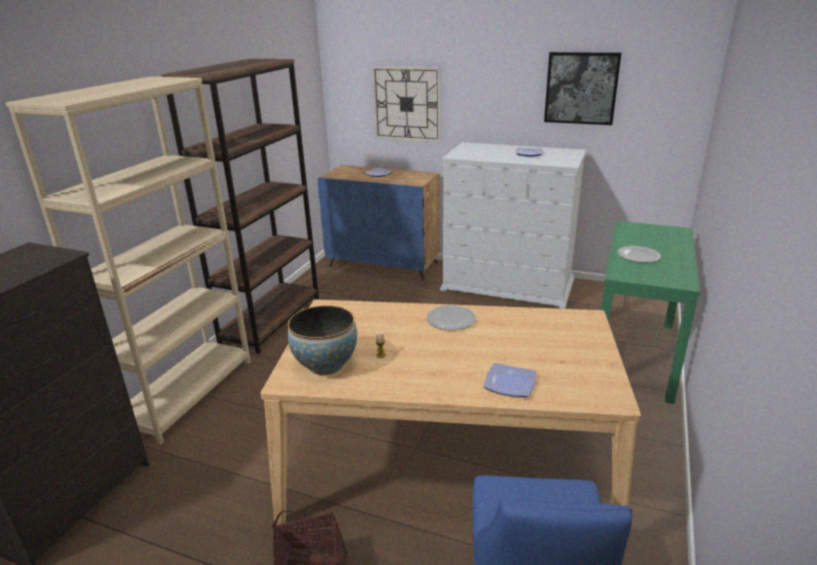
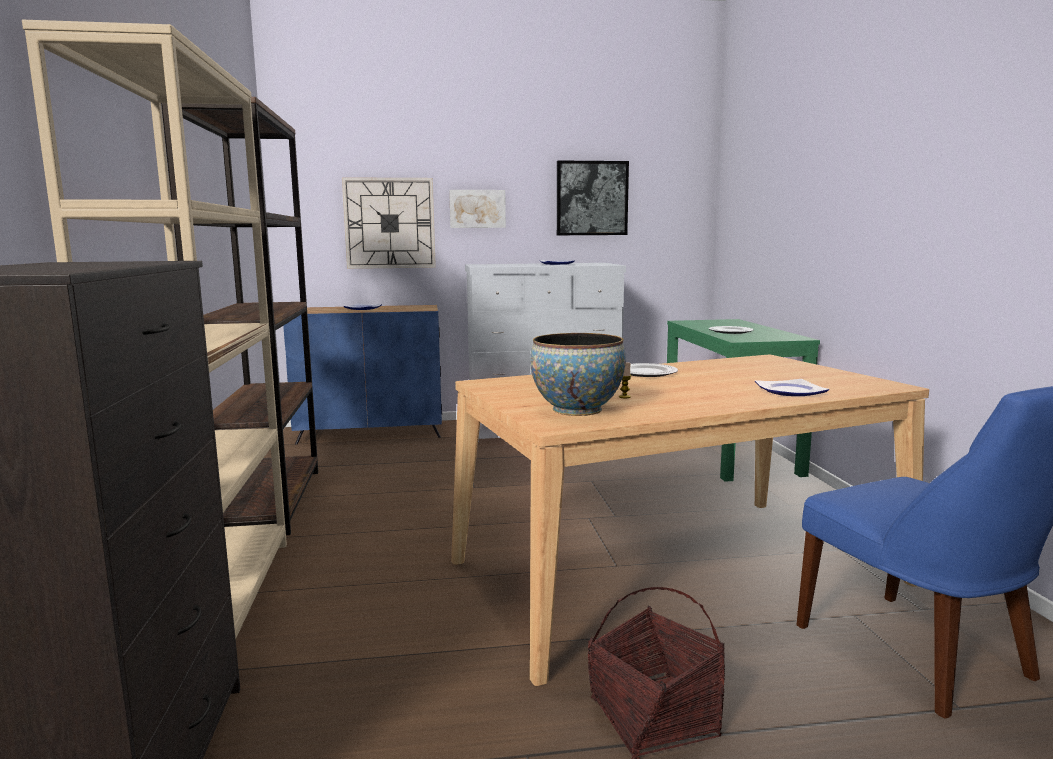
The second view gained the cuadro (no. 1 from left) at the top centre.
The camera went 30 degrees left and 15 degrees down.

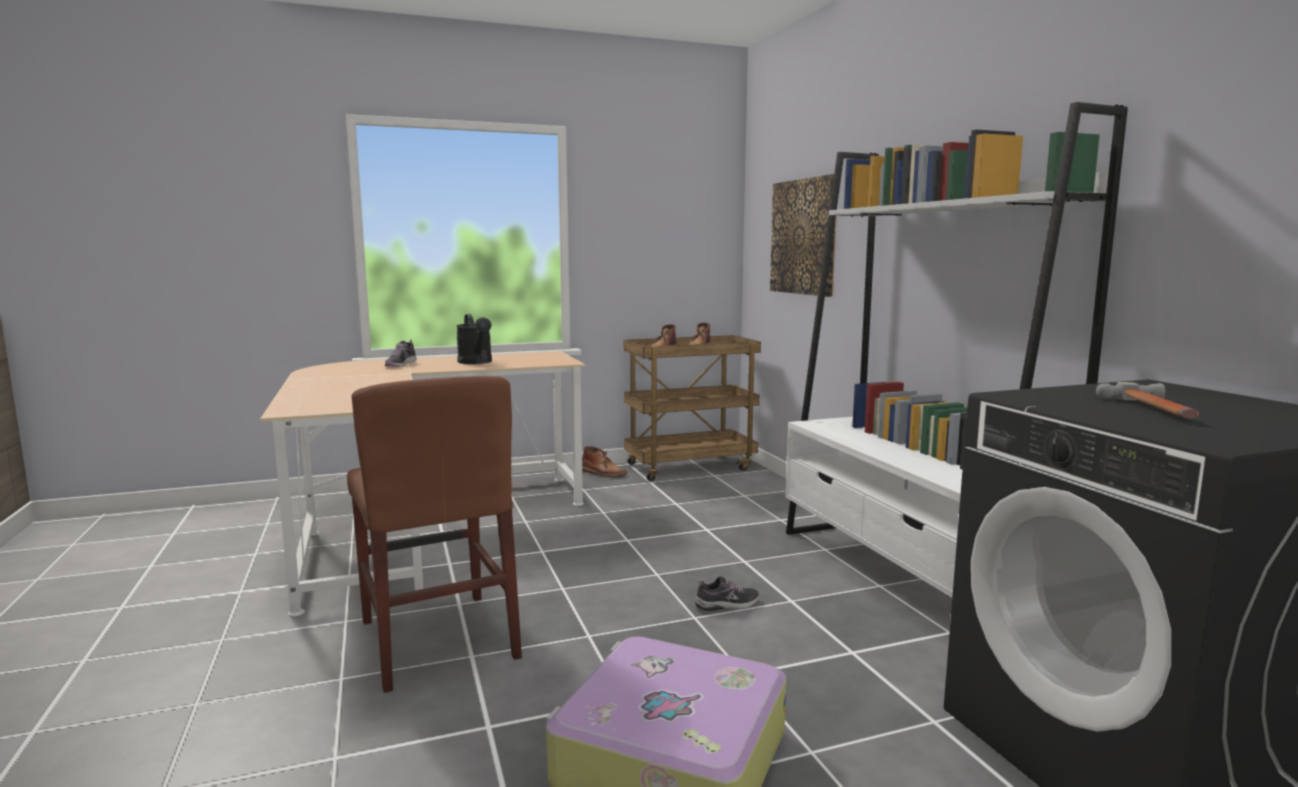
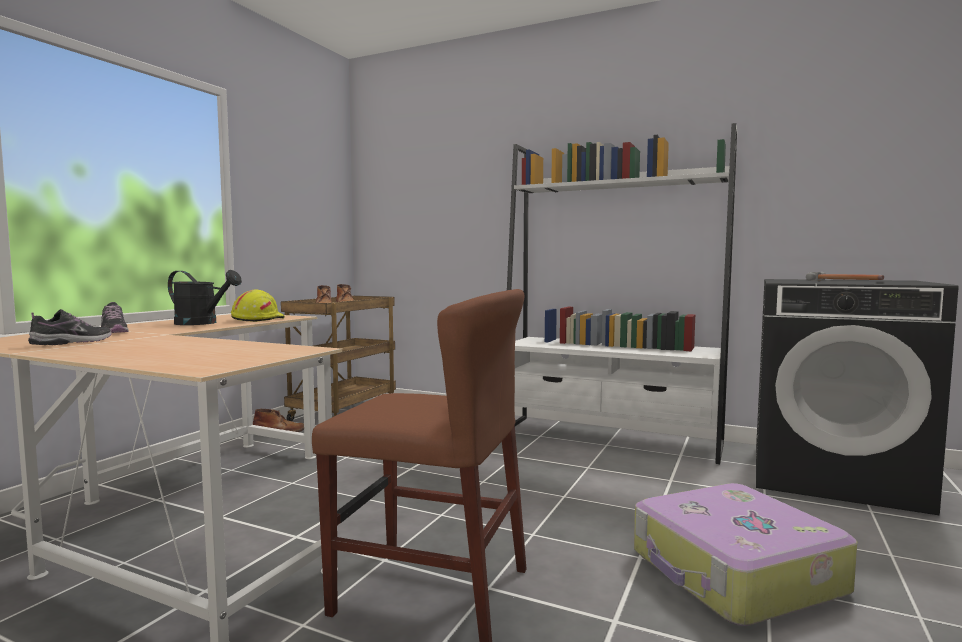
The zapato (no. 2 from left in the first image) ended up elsewhere, having gone from the bottom centre to the middle left.
The second view lost the cuadro at the top centre.
The second view gained the casco (amarillo) at the middle left.
The camera went 45 degrees left and 5 degrees down.

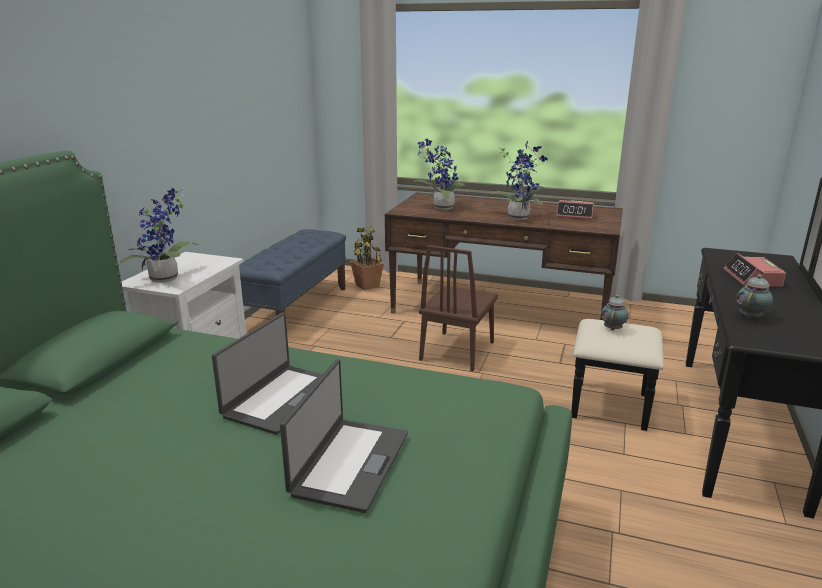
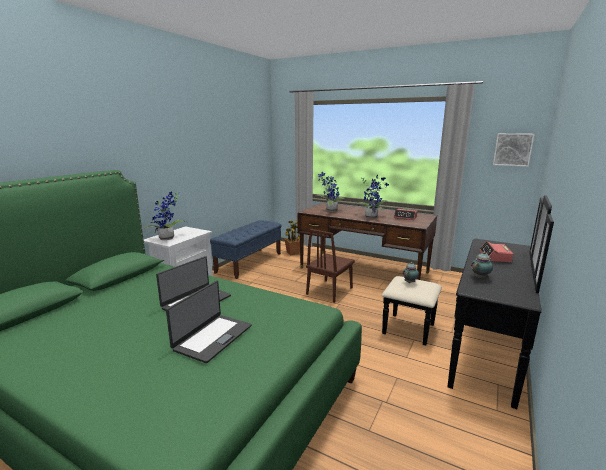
The second view gained the cuadro at the top right.
The camera went 10 degrees right and 5 degrees down.

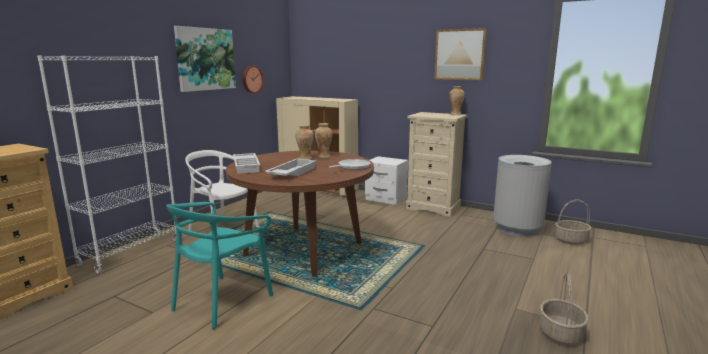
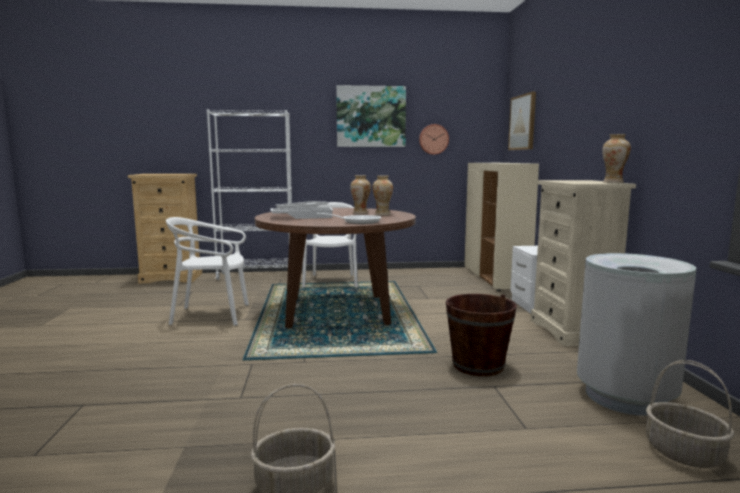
What was the silla (turquesa) at the bottom left turned into the silla (blanco) (no. 1 from left) at the middle left.
The cuadro (no. 2 from left) ended up elsewhere, having gone from the top centre to the top right.
The second view gained the cubo (marrón) at the bottom centre.
The camera went 55 degrees right and 5 degrees down.

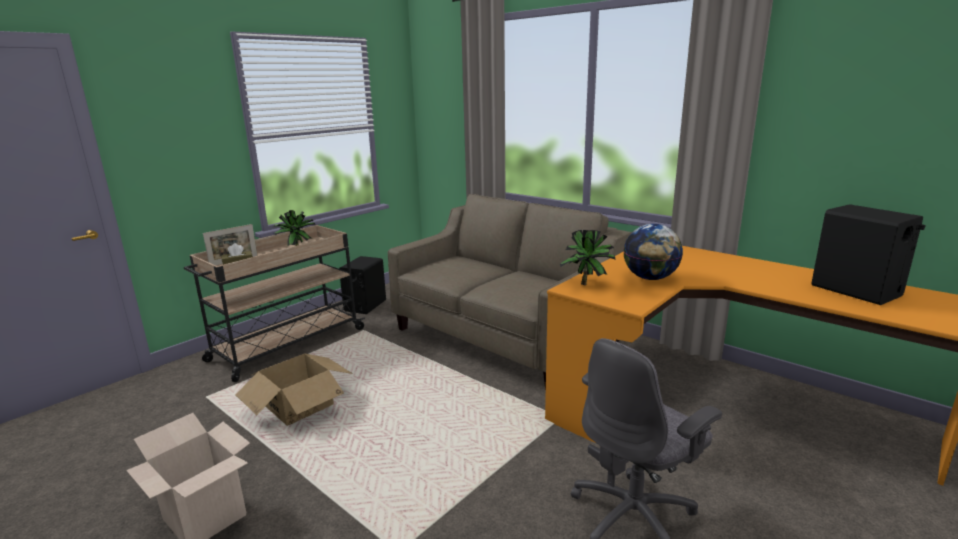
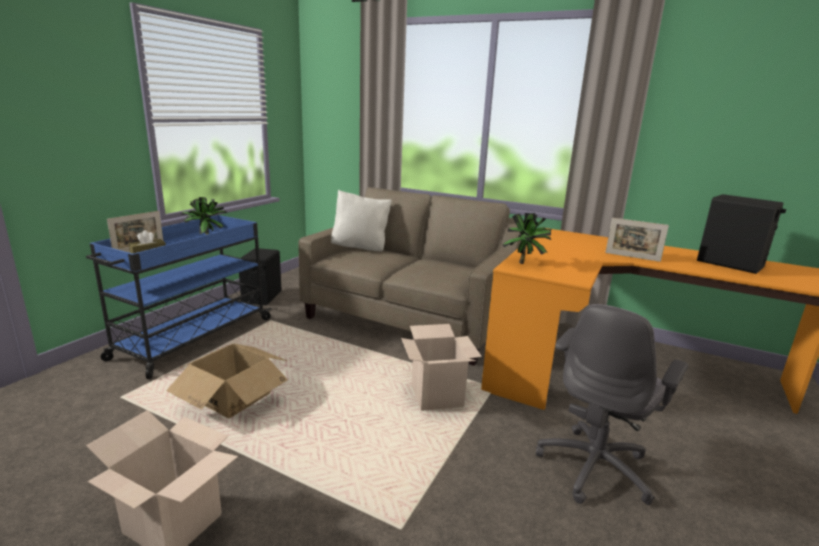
What was the carrito (beis) at the middle left turned into the carrito (azul) at the middle left.
The second view lost the globo terráqueo at the middle right.
The second view gained the cojín (blanco) at the centre.
The second view gained the caja de cartón (no. 3 from left) at the bottom centre.
The second view gained the portarretratos (no. 2 from left) at the middle right.
The camera went 15 degrees left and 0 degrees up.

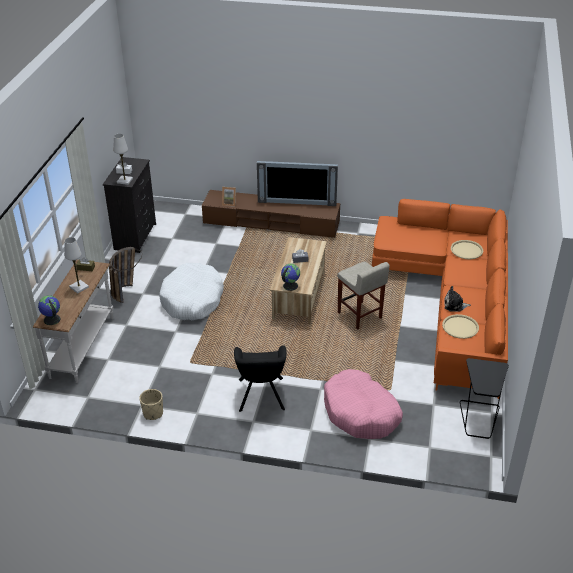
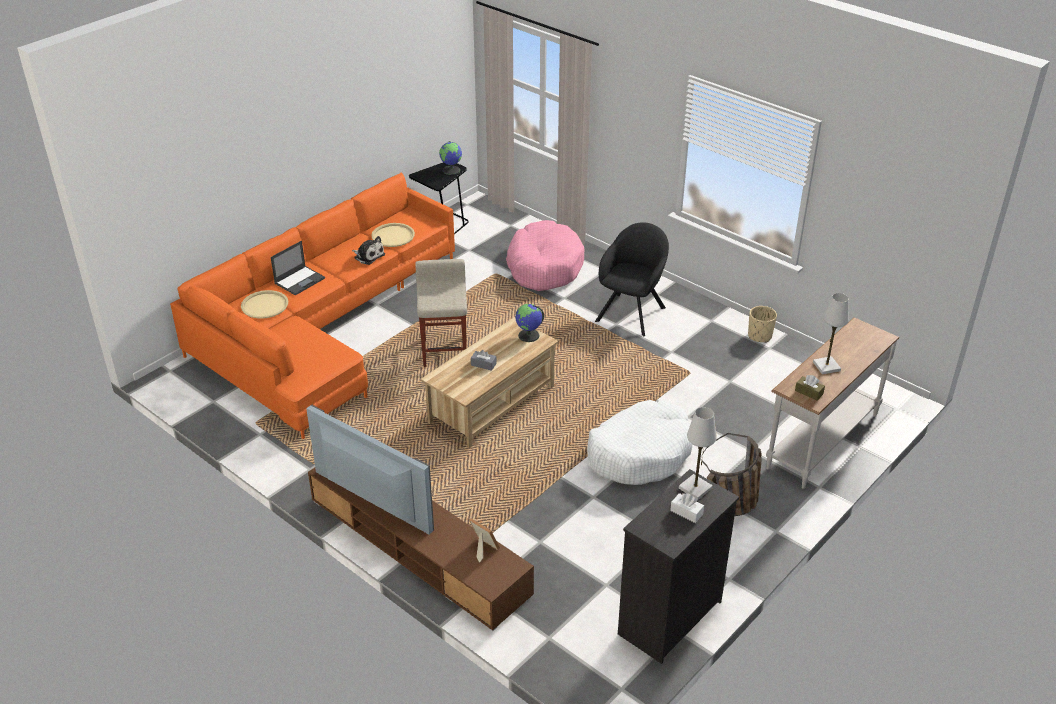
The globo terráqueo (no. 1 from left) ended up elsewhere, having gone from the middle left to the top centre.
The second view gained the portátil at the middle left.
The camera went 150 degrees left and 0 degrees up.

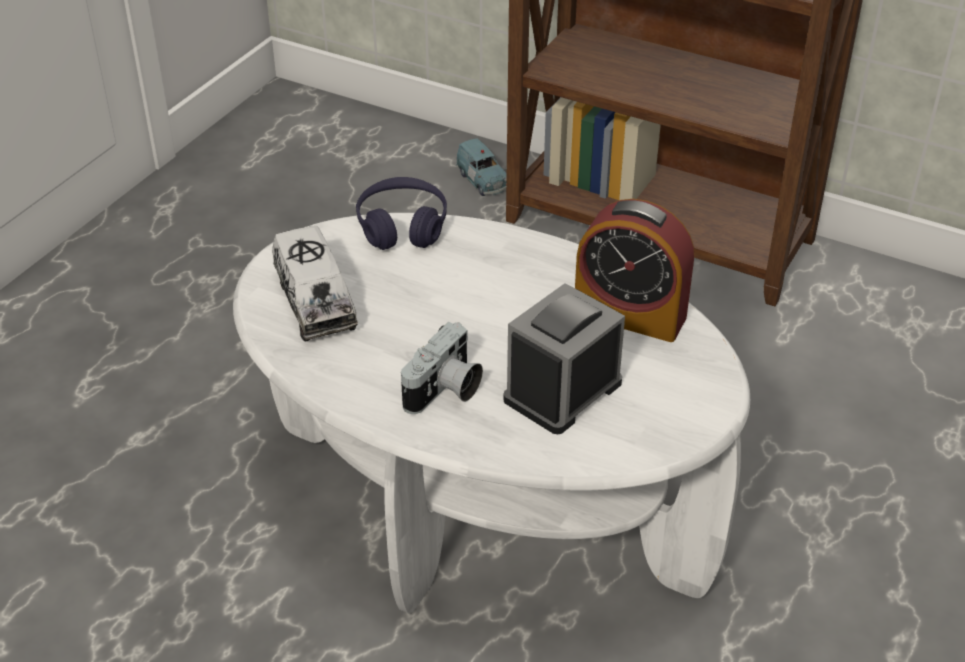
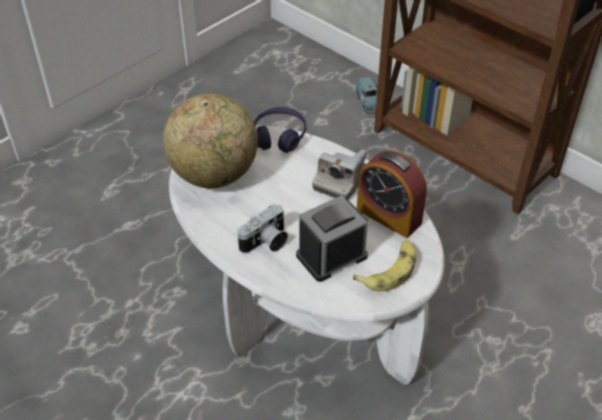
Where the camión de juguete stood at the middle left, the globo terráqueo came to stand at the centre.
The second view gained the cámara (no. 2 from left) at the centre.
The second view gained the plátano at the centre.
The camera went 15 degrees right and 5 degrees up.

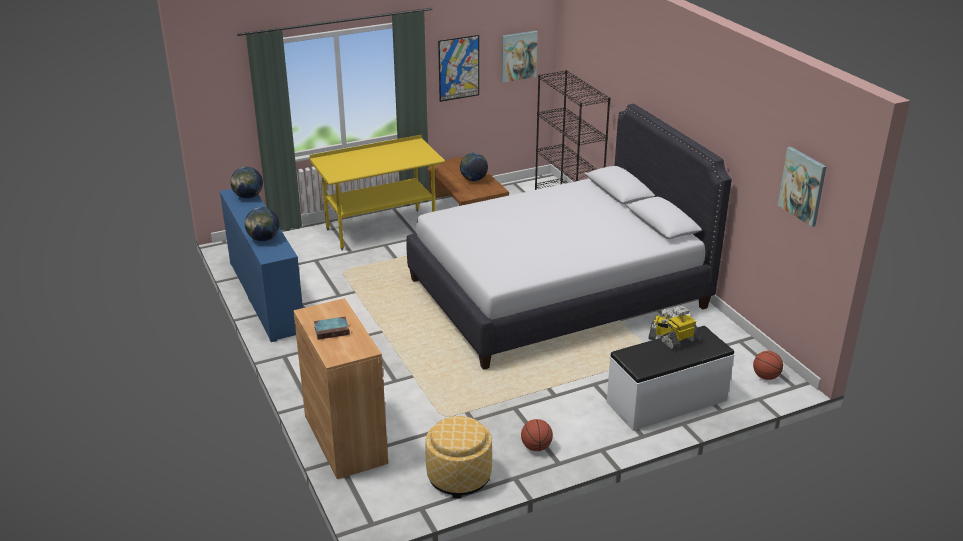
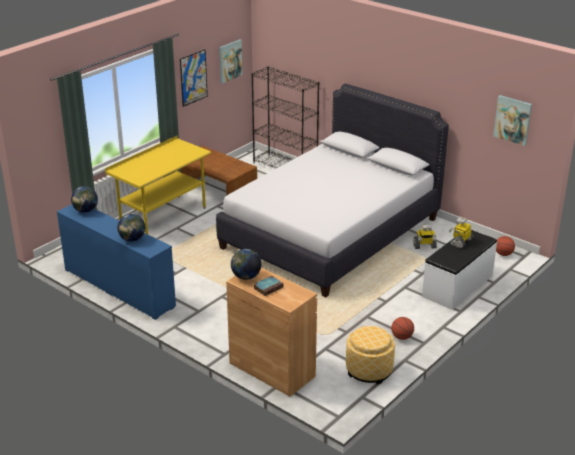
The globo terráqueo (no. 3 from left) ended up elsewhere, having gone from the top centre to the centre.
The camera went 25 degrees left and 0 degrees up.

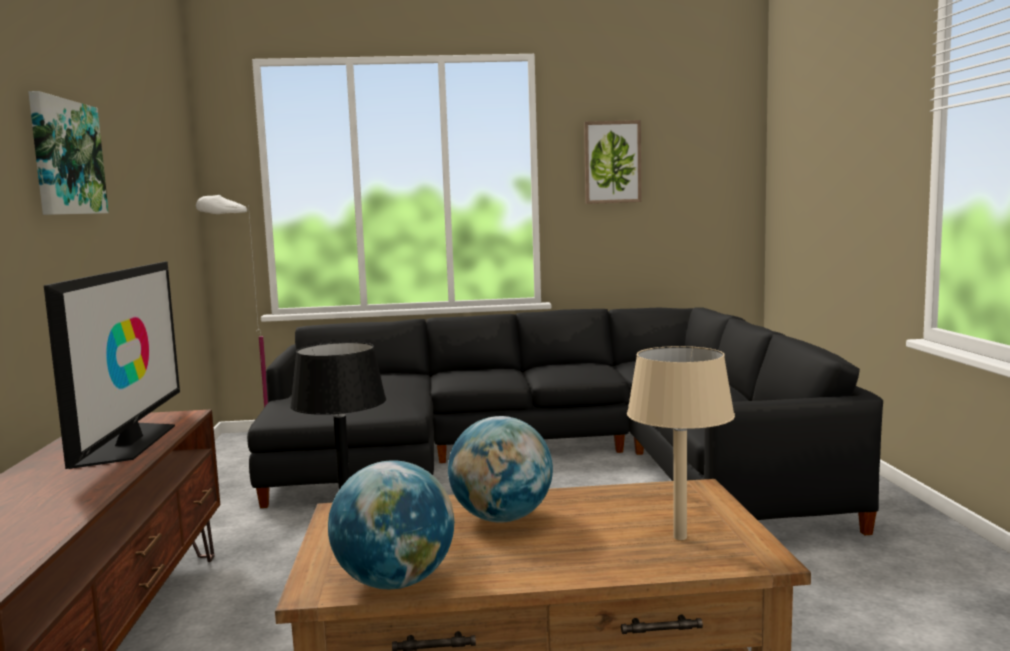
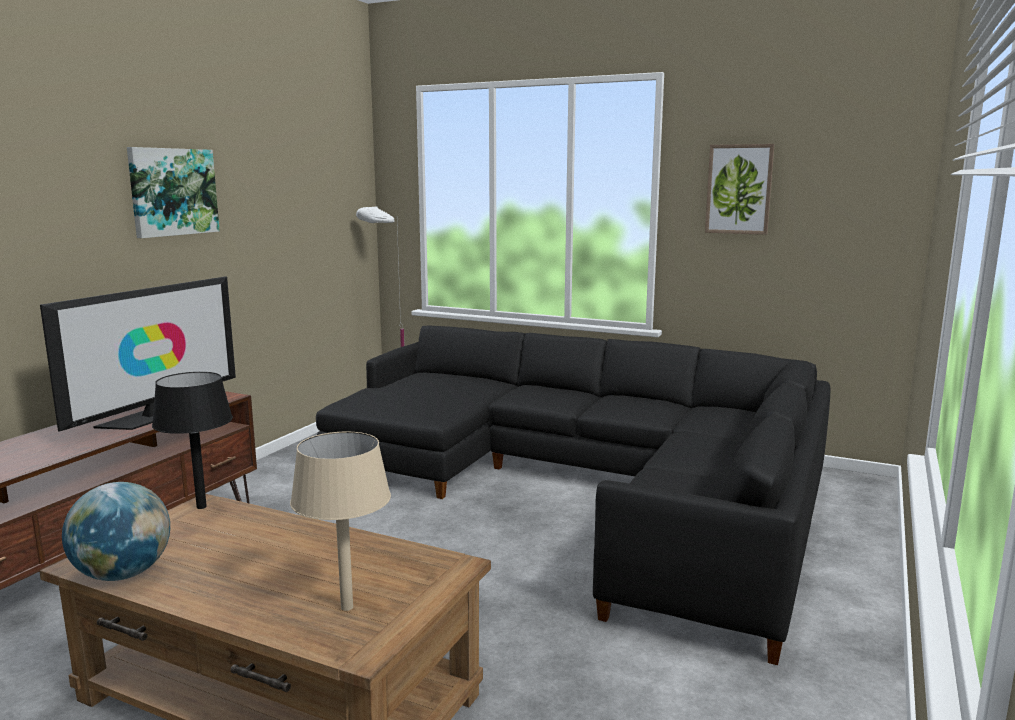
The second view lost the globo terráqueo (no. 2 from left) at the bottom centre.
The camera went 30 degrees right and 5 degrees up.

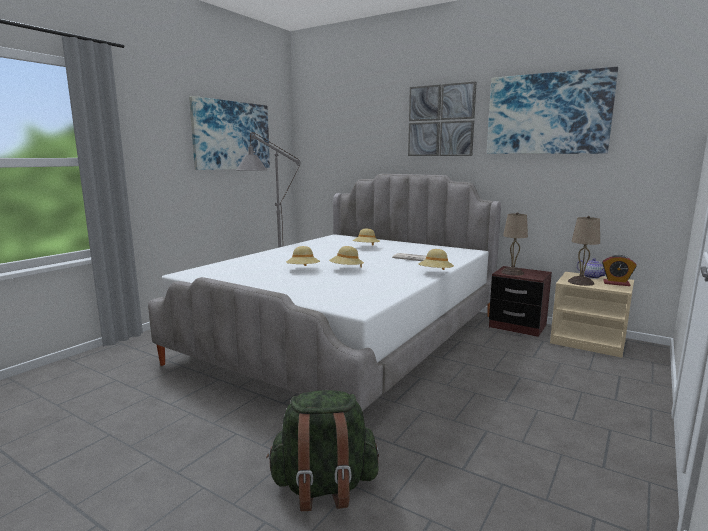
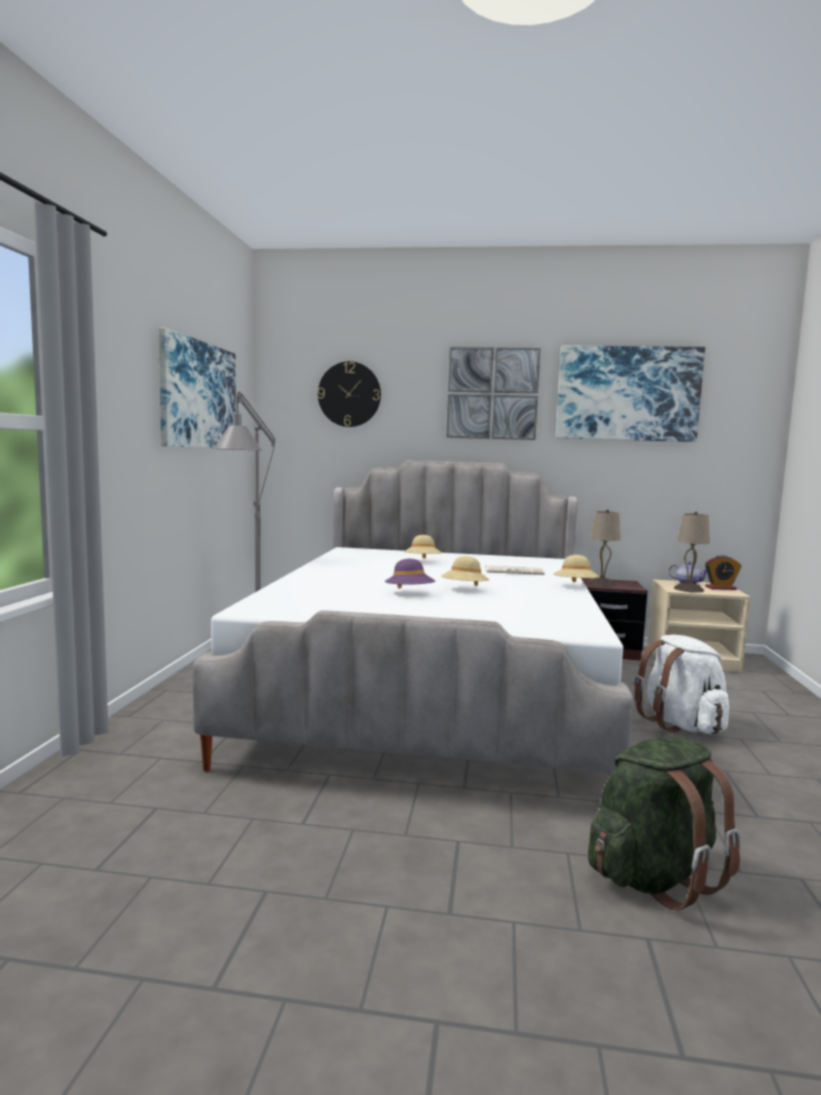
What was the sombrero (beis) (no. 1 from left) at the centre turned into the sombrero (morado) at the centre.
The second view gained the reloj de pared at the centre.
The second view gained the mochila (blanco) at the middle right.
The camera went 25 degrees left and 5 degrees down.

